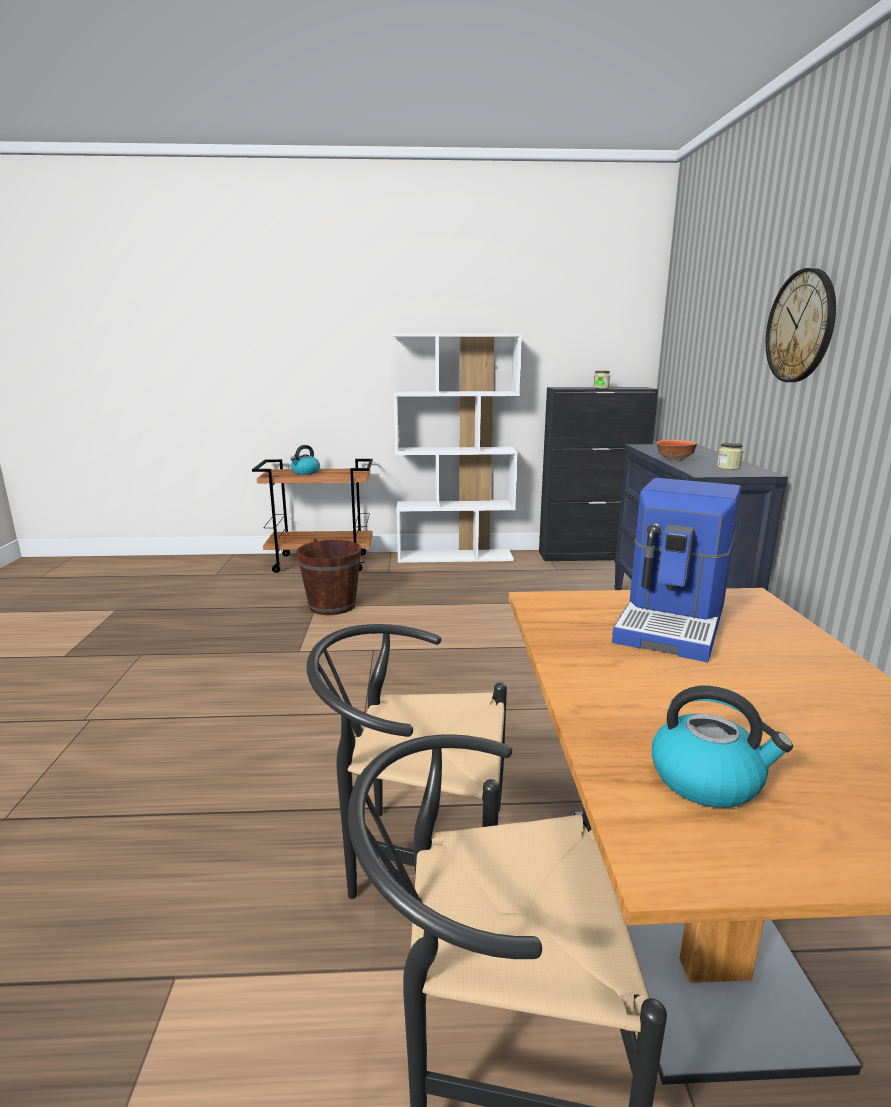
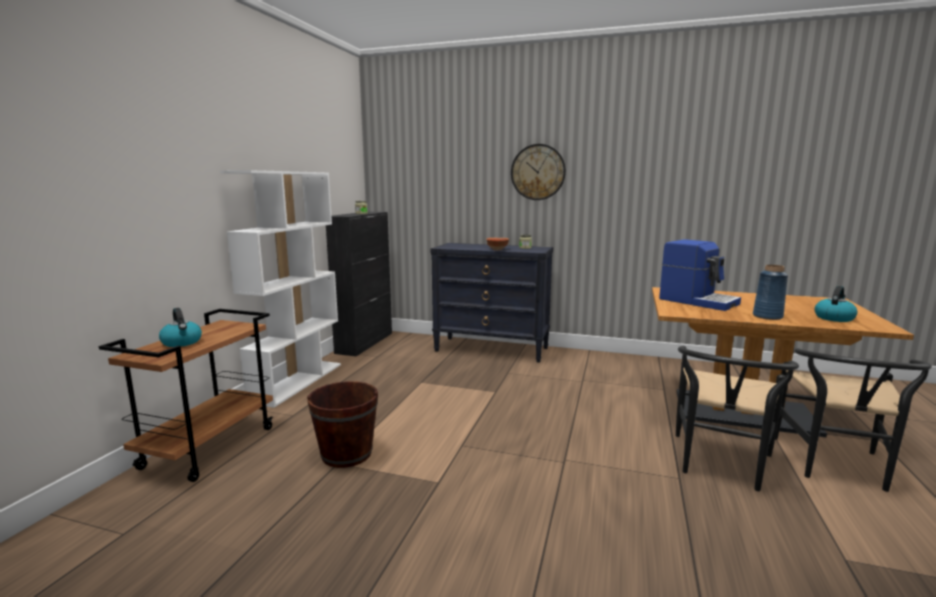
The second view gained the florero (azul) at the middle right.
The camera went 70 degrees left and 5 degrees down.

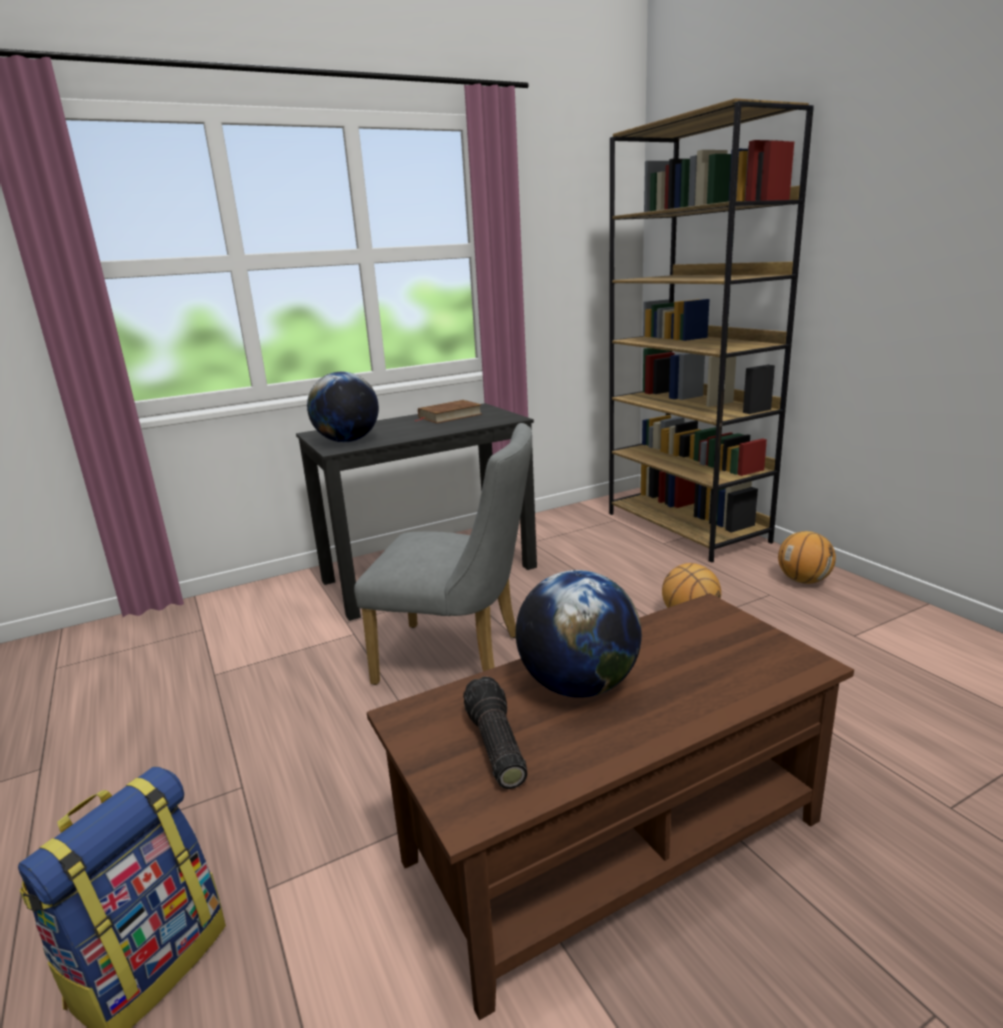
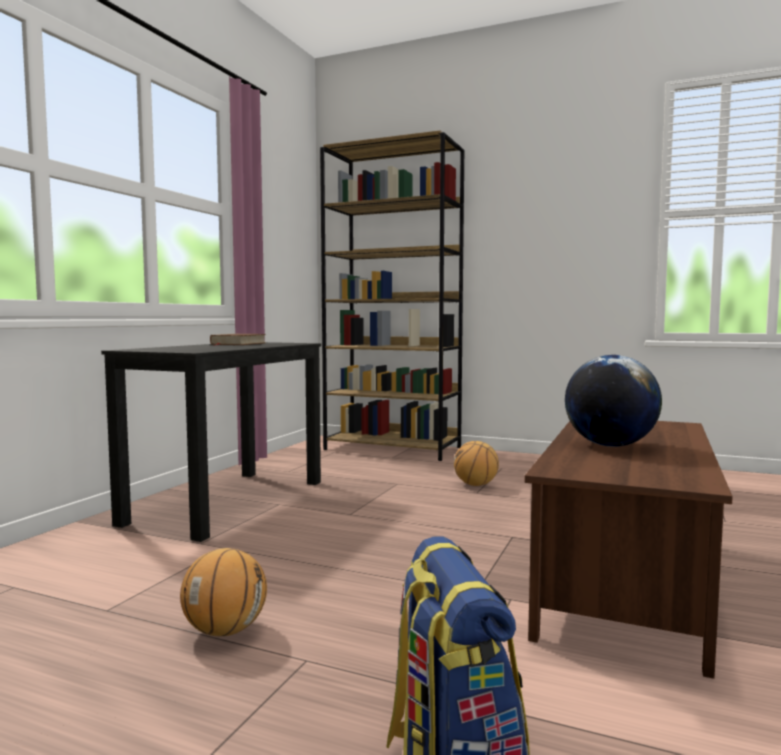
The second view lost the globo terráqueo (no. 1 from left) at the centre.
The second view lost the silla (gris) at the centre.
The second view lost the linterna at the bottom centre.
The balón de baloncesto (no. 2 from left in the first image) ended up elsewhere, having gone from the middle right to the bottom left.
The camera went 40 degrees left and 15 degrees down.

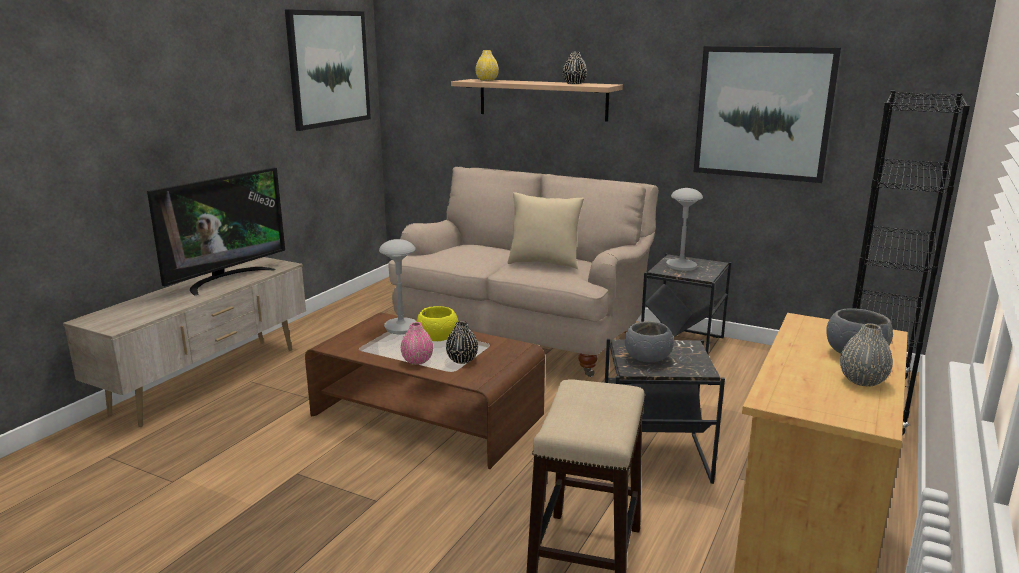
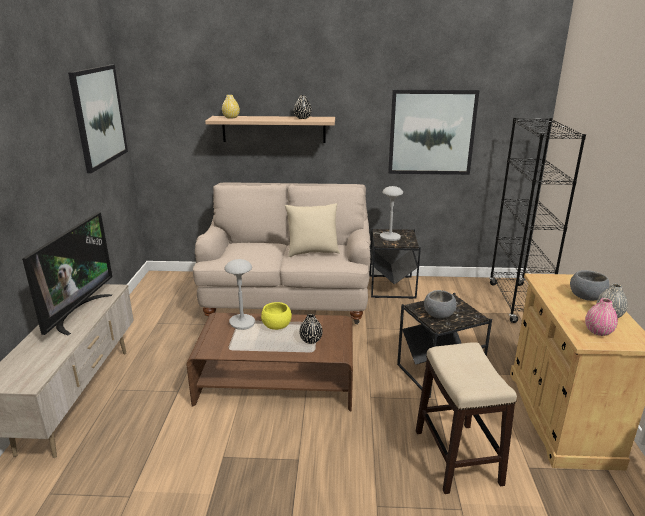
The florero (rosa) ended up elsewhere, having gone from the centre to the middle right.
The camera went 25 degrees left and 5 degrees up.

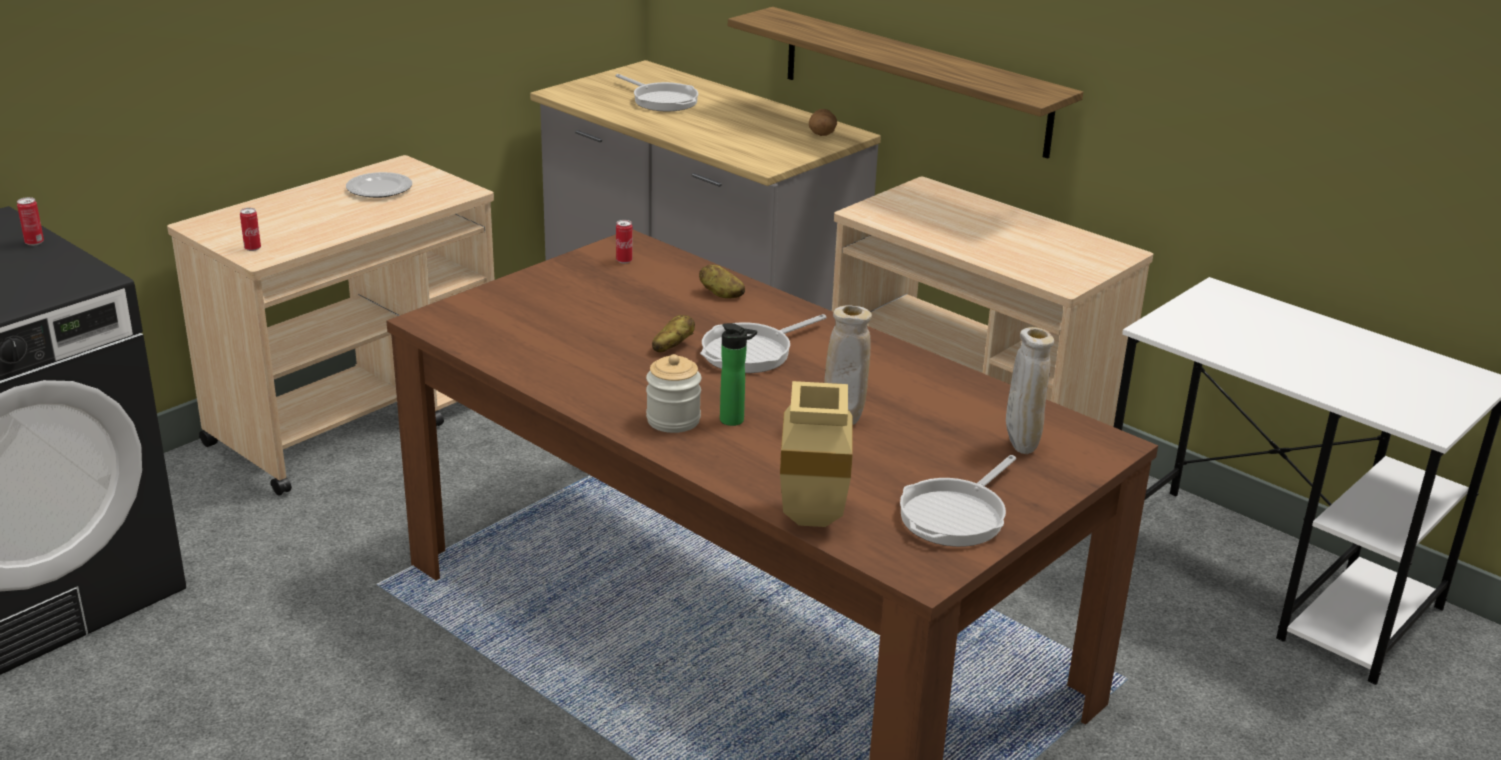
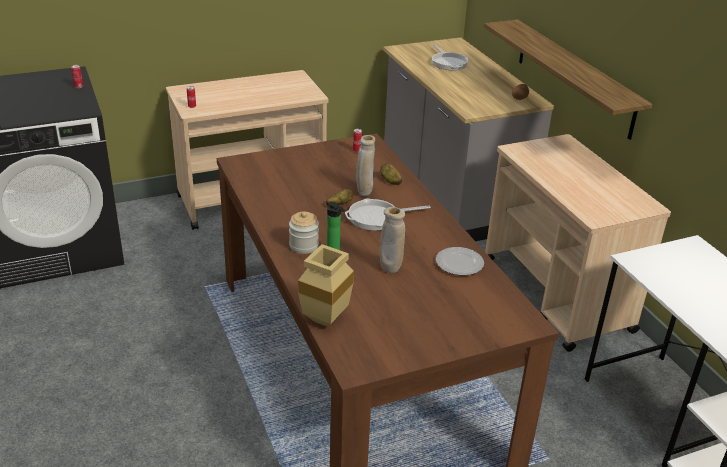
The plato ended up elsewhere, having gone from the top left to the centre.
The second view lost the sartén (no. 3 from left) at the centre.
The florero (beis) (no. 3 from left in the first image) ended up elsewhere, having gone from the middle right to the centre.
The camera went 25 degrees right and 5 degrees up.

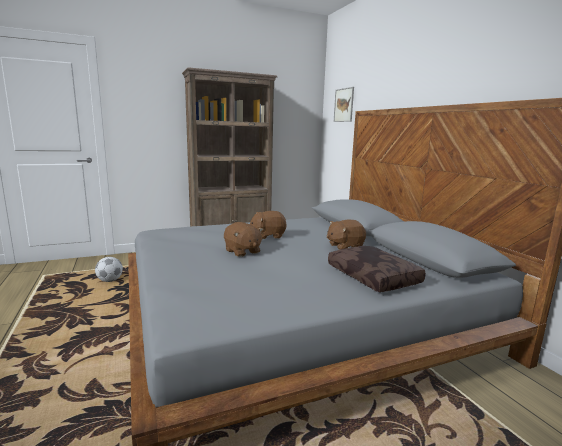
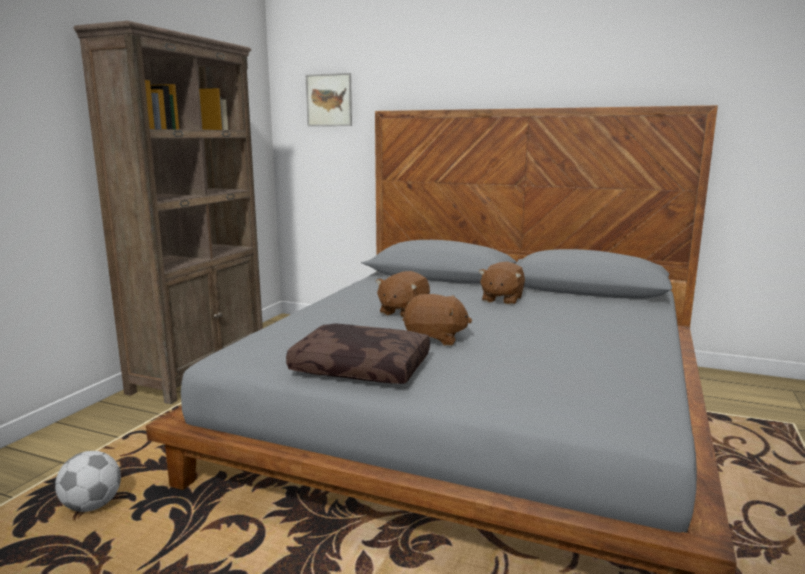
The cojín (marrón) ended up elsewhere, having gone from the middle right to the centre.
The camera went 45 degrees left and 0 degrees up.

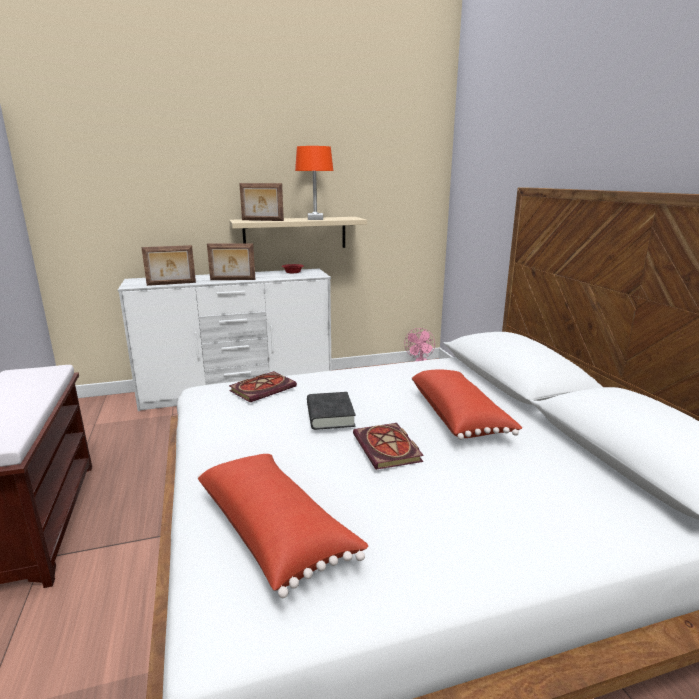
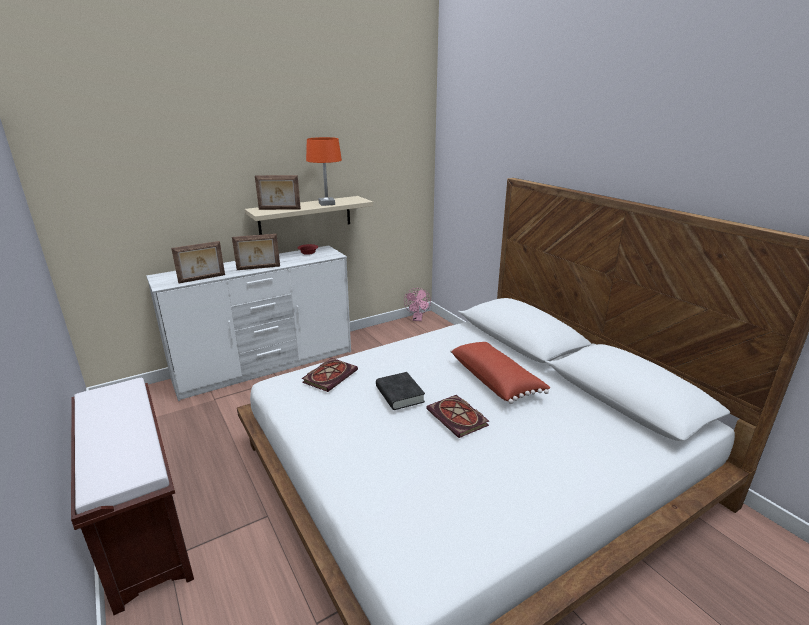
The second view lost the cojín (rojo) (no. 1 from left) at the bottom centre.
The camera went 15 degrees left and 5 degrees up.

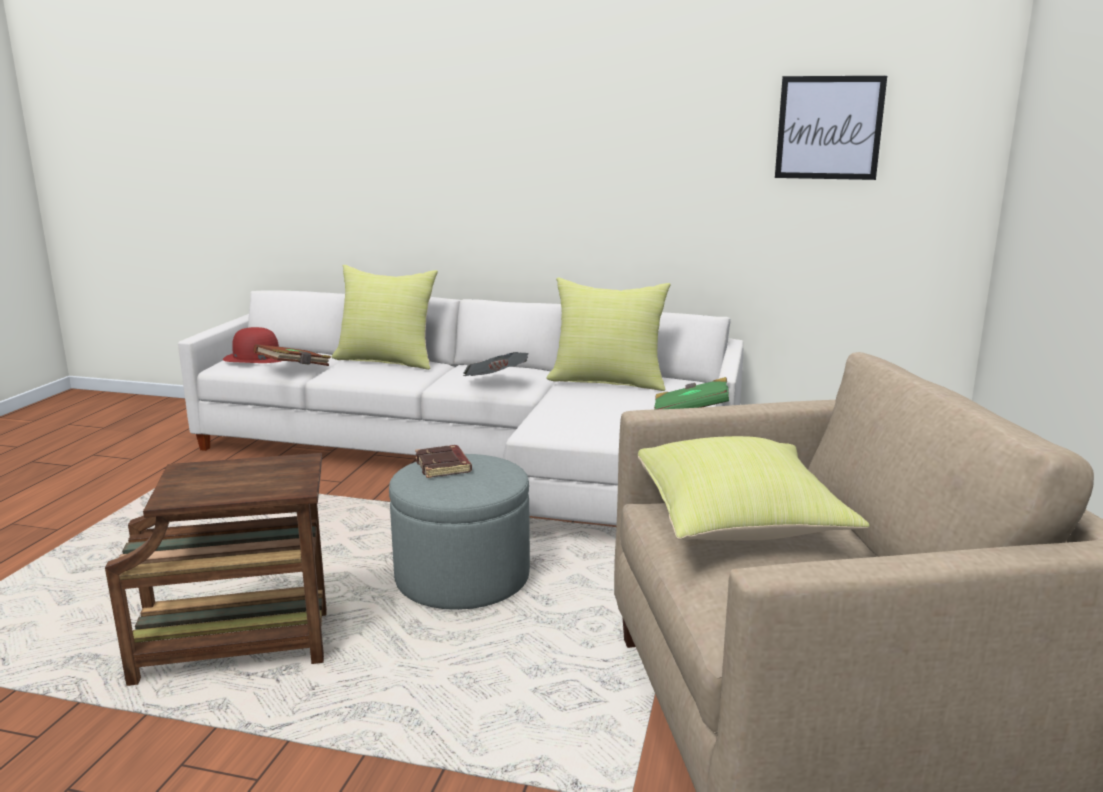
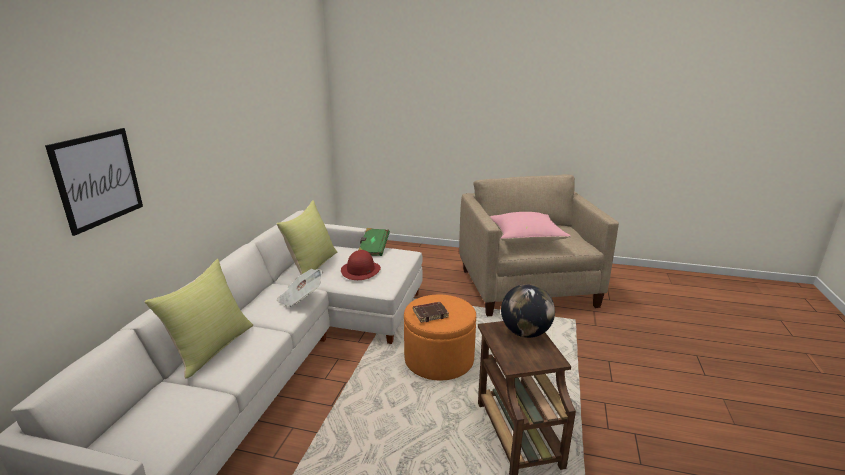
The sombrero (rojo) ended up elsewhere, having gone from the middle left to the centre.
The second view lost the libro (marrón) (no. 1 from left) at the middle left.
What was the puf (gris) at the bottom centre turned into the puf (naranja) at the bottom centre.
What was the cojín (amarillo) (no. 3 from left) at the middle right turned into the cojín (rosa) at the centre.
The cuadro ended up elsewhere, having gone from the top right to the middle left.
The second view gained the globo terráqueo at the centre.
The camera went 90 degrees left and 5 degrees up.

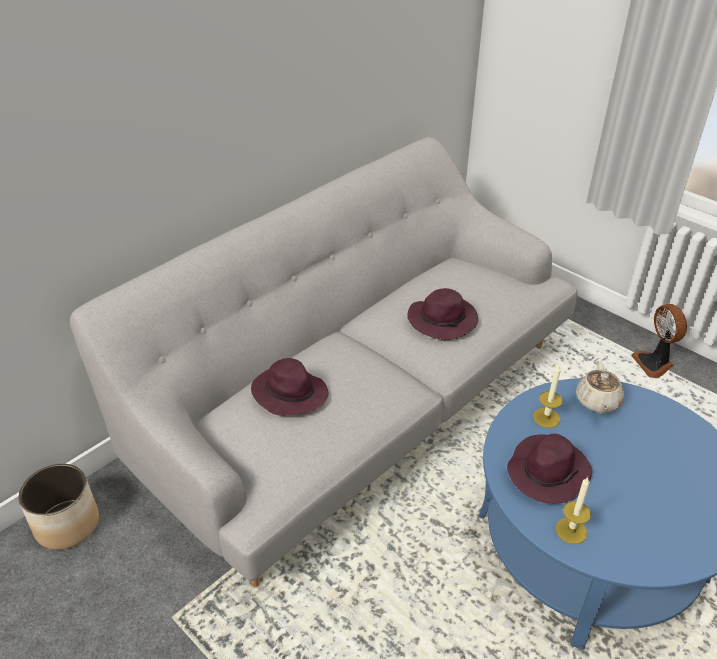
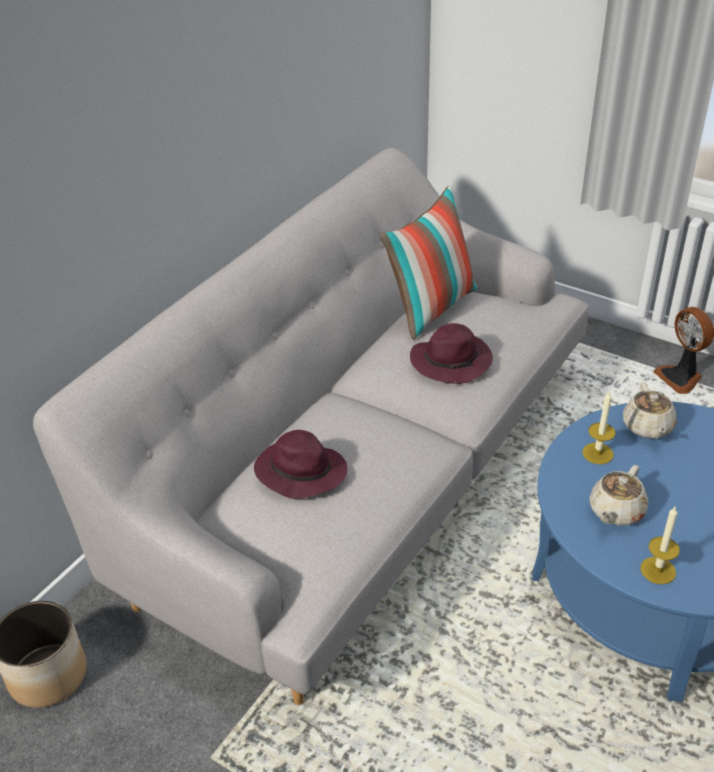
Where the sombrero (morado) (no. 3 from left) stood at the bottom right, the tetera (beis) (no. 1 from left) came to stand at the middle right.
The second view gained the cojín at the centre.
The camera went 10 degrees left and 0 degrees up.

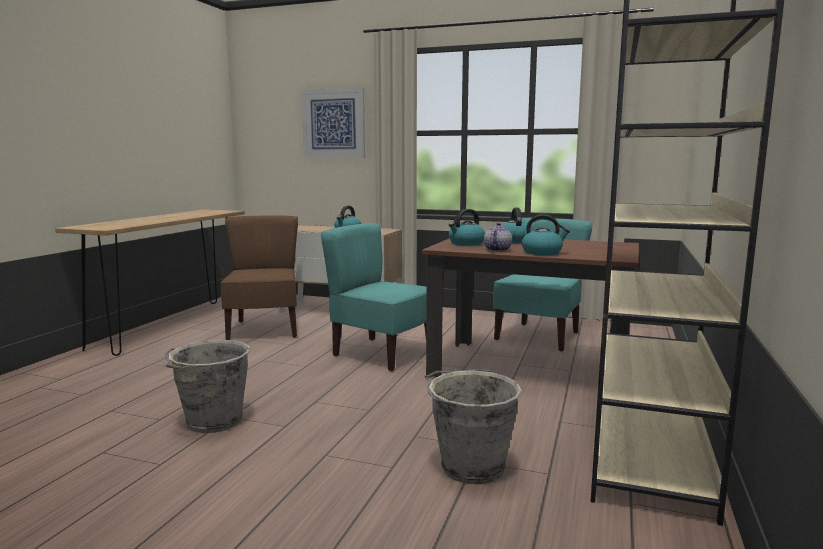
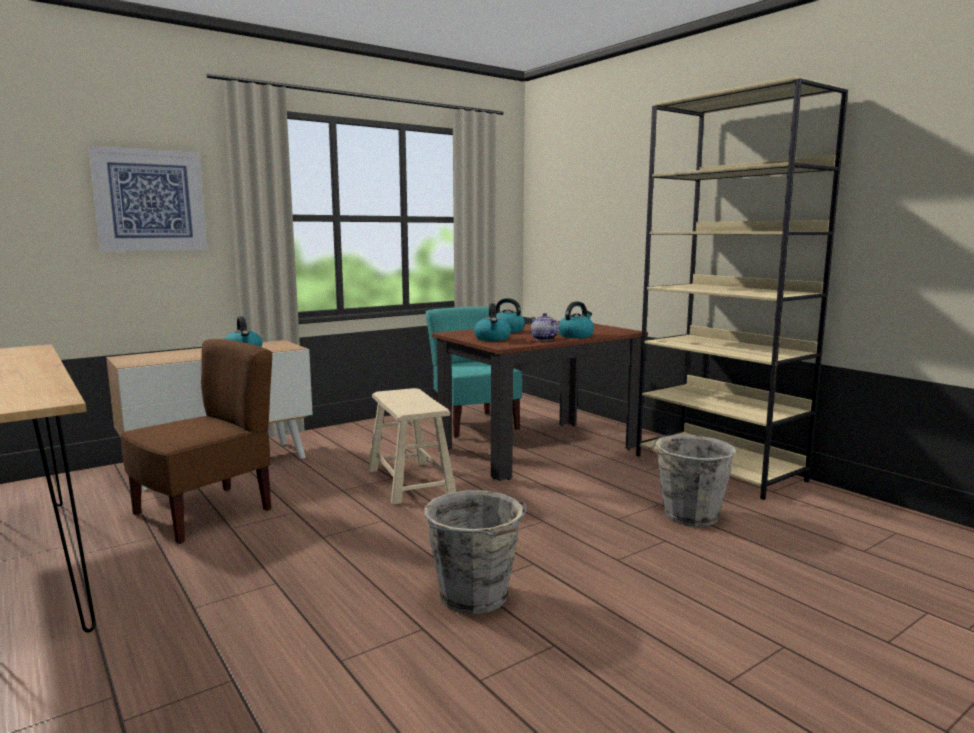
The silla (marrón) at the middle left ended up facing another way, 105 degrees clockwise from before.
Where the silla (turquesa) (no. 1 from left) stood at the centre, the taburete (beis) came to stand at the centre.
The camera went 55 degrees left and 0 degrees up.

